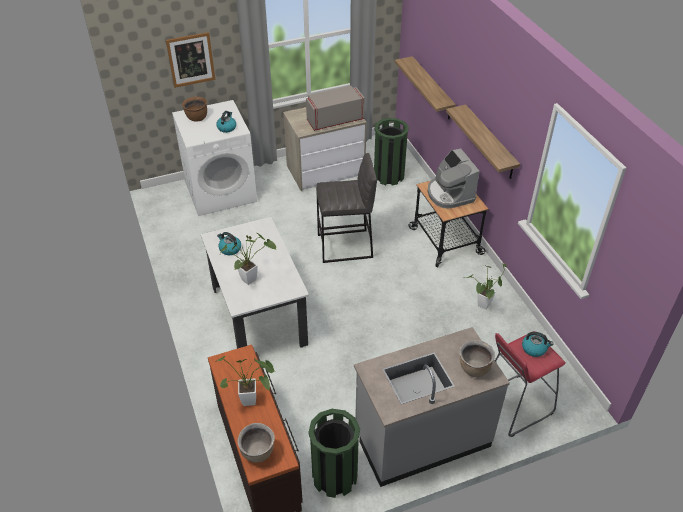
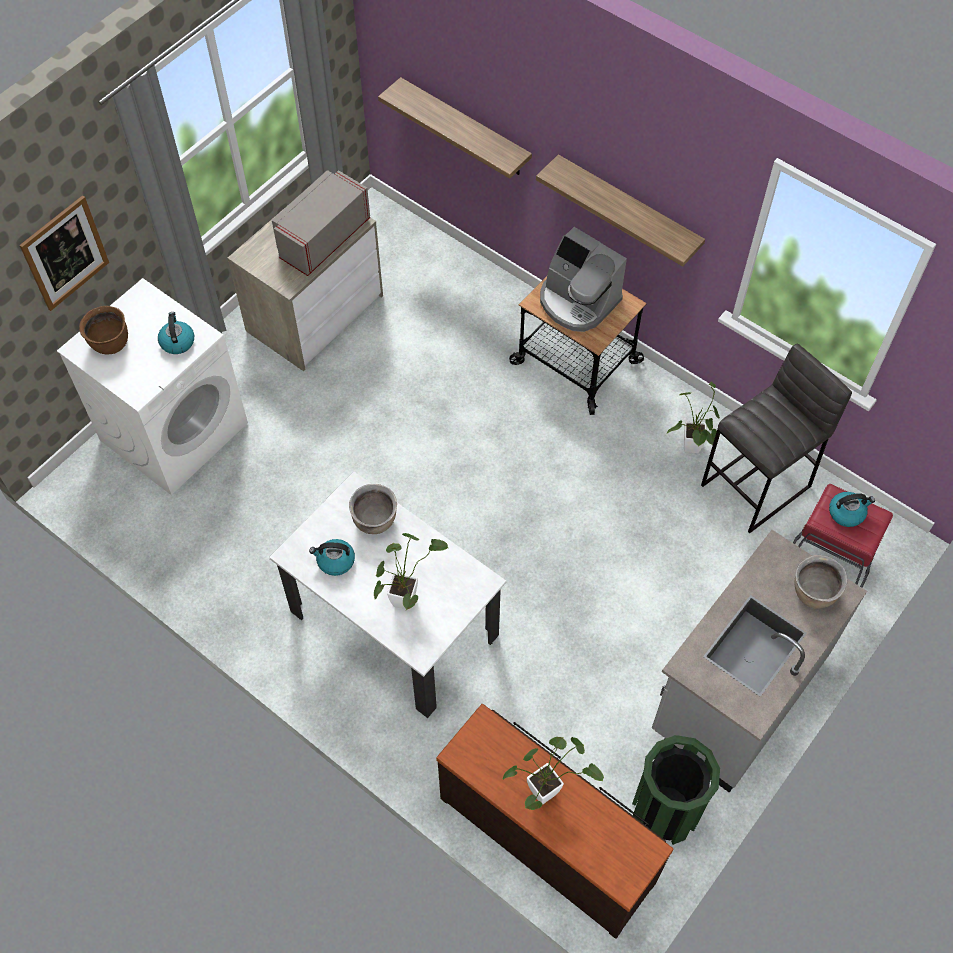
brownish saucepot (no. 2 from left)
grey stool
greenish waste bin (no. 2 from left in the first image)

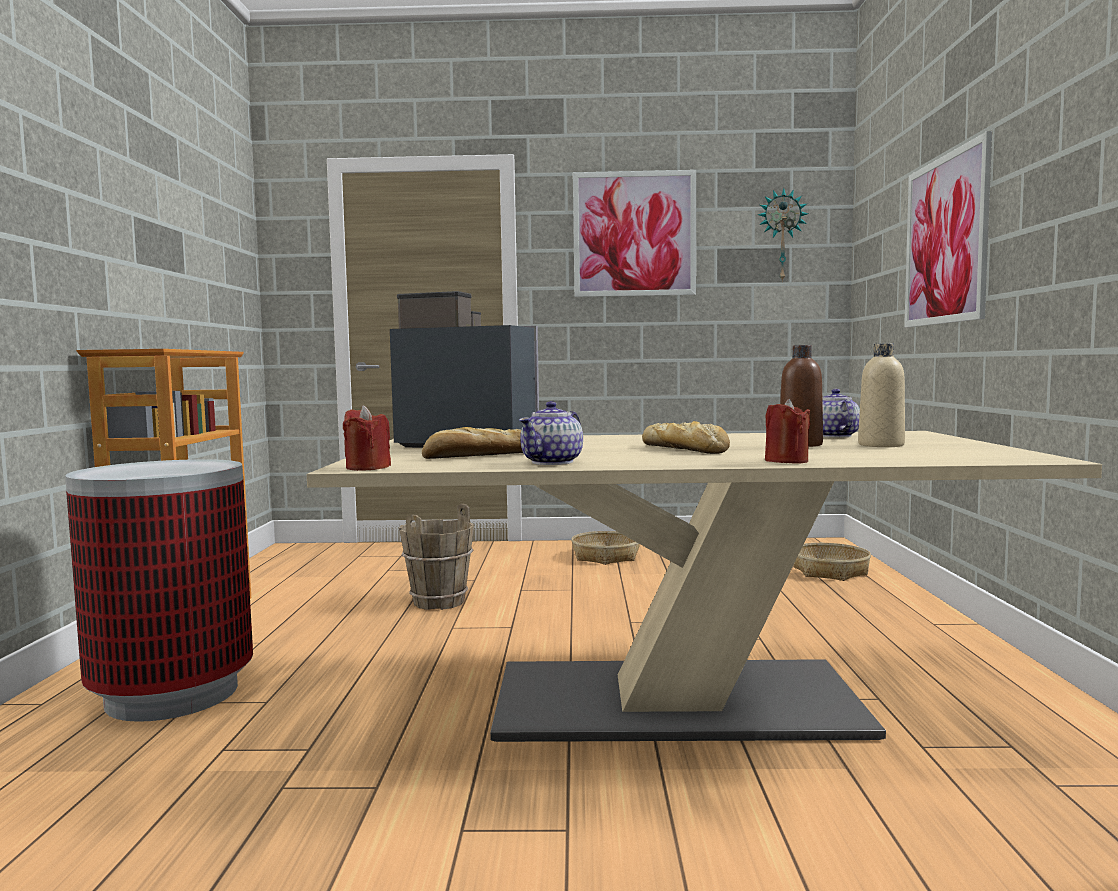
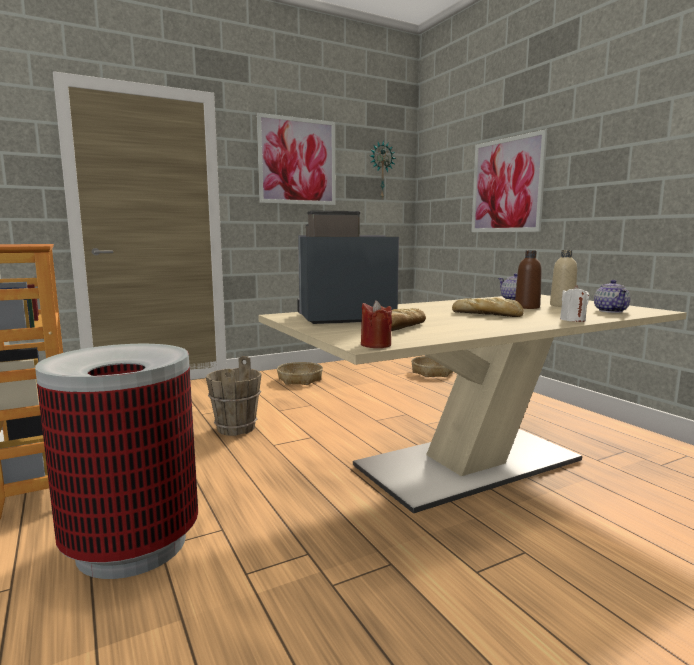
tea pot (no. 2 from left)
white-coloured wax light

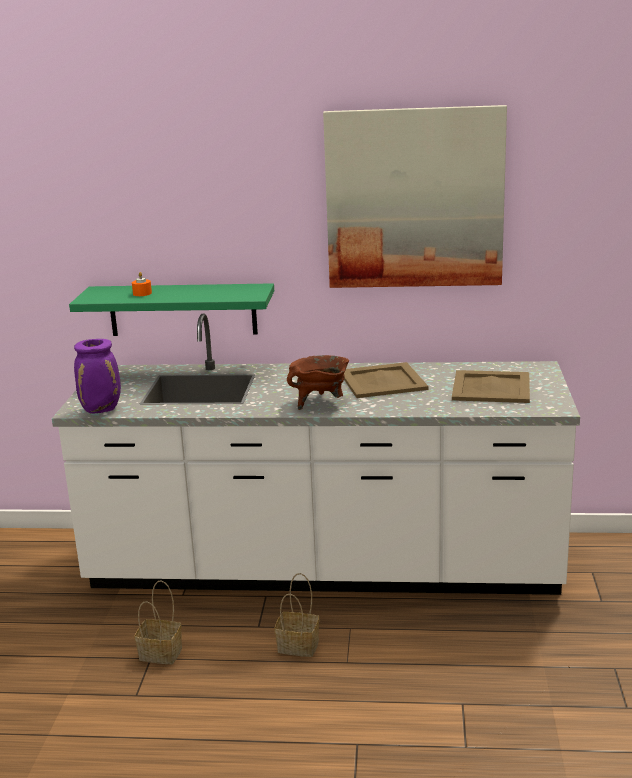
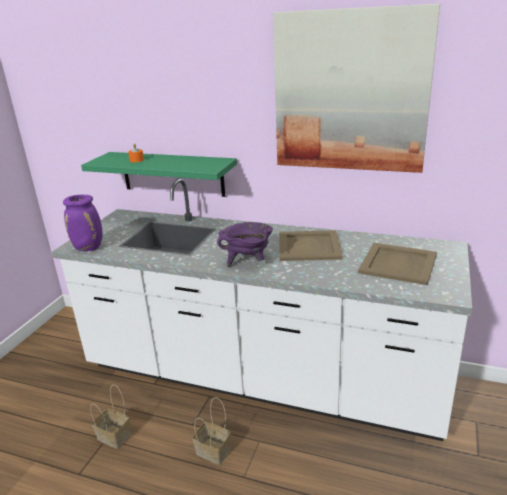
purple saucepot

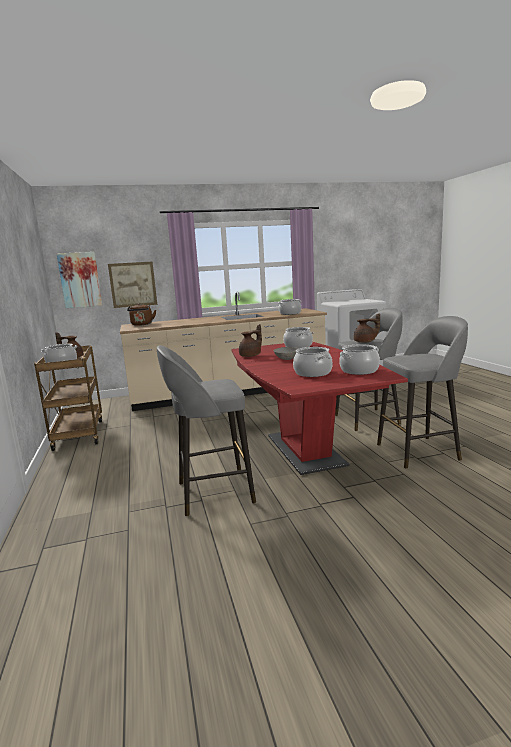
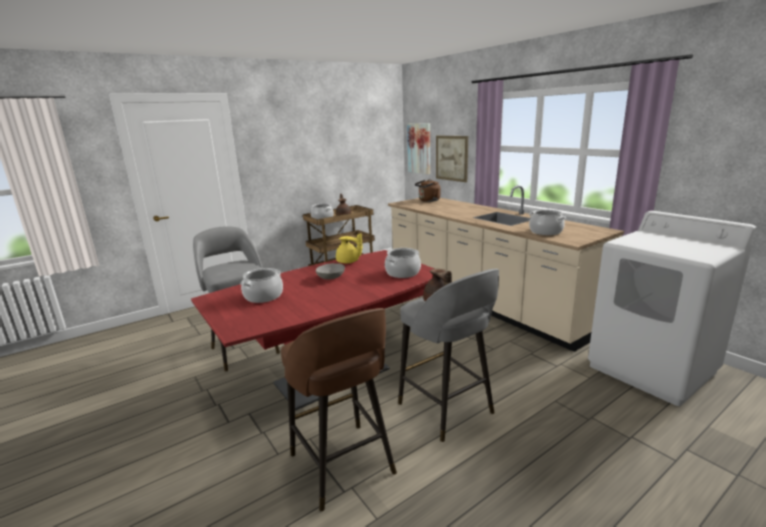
yellowish tea pot
saucepot (no. 5 from left in the first image)
brownish stool

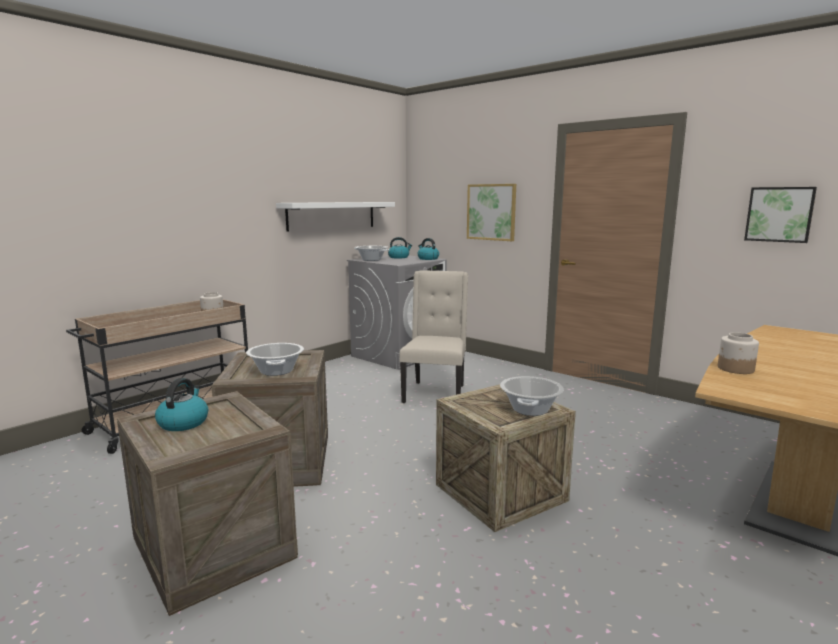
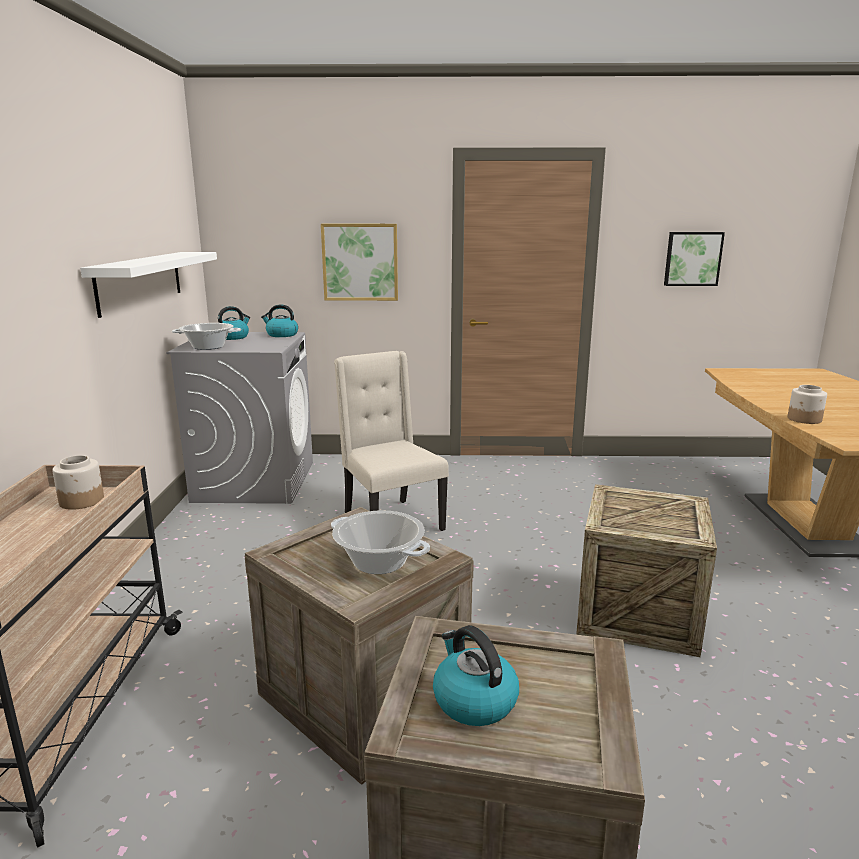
saucepot (no. 3 from left in the first image)

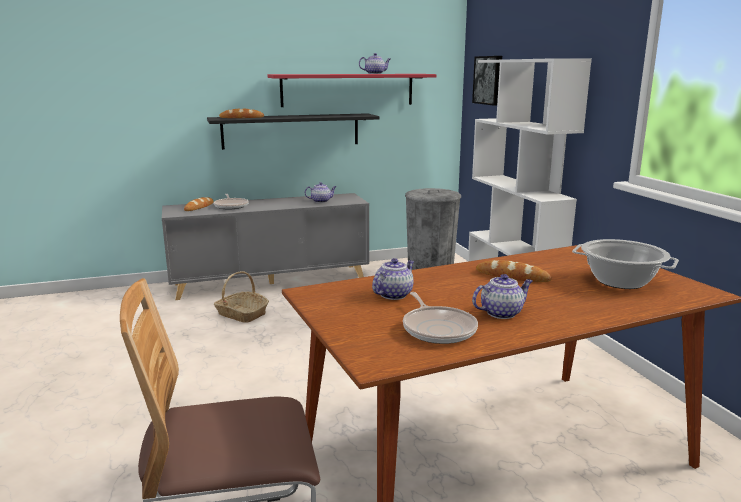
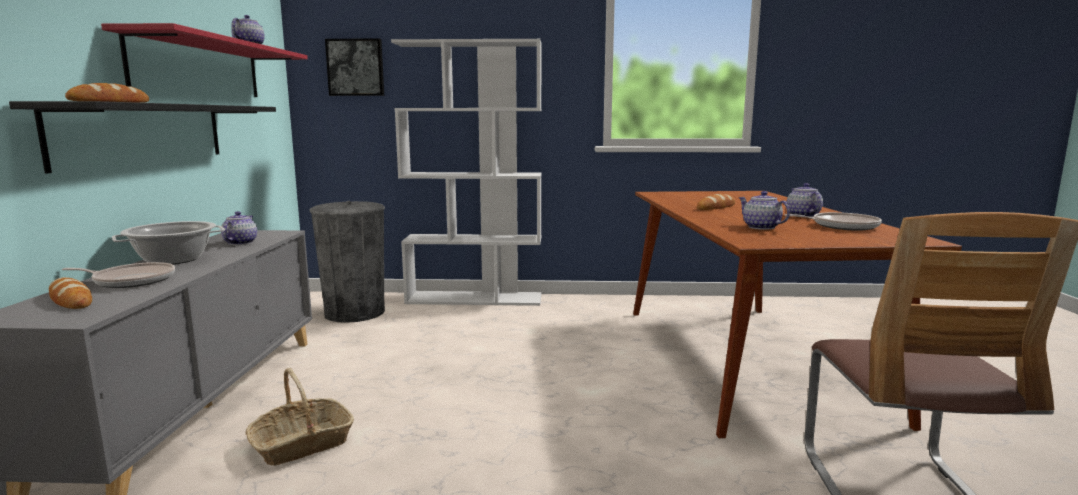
saucepot

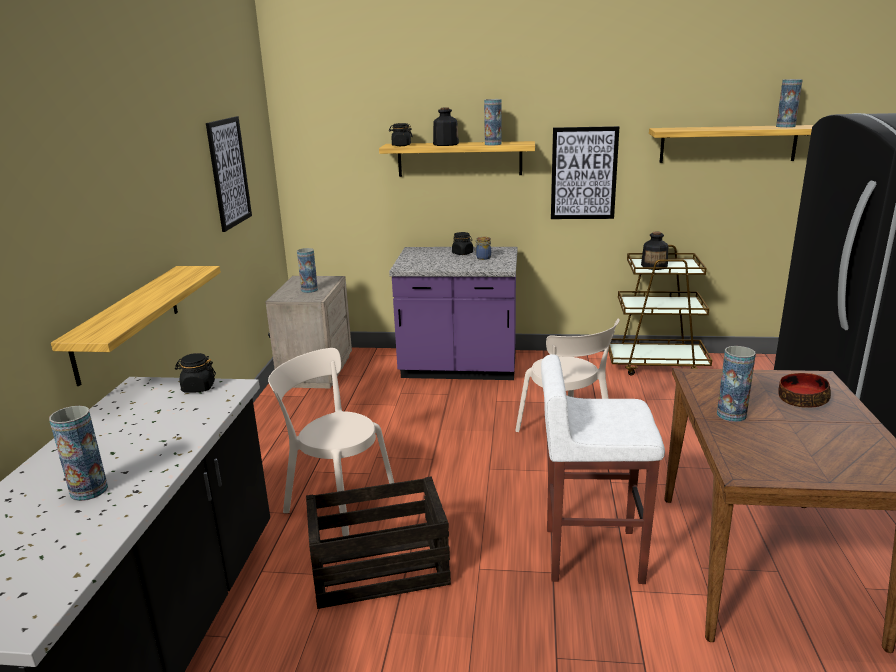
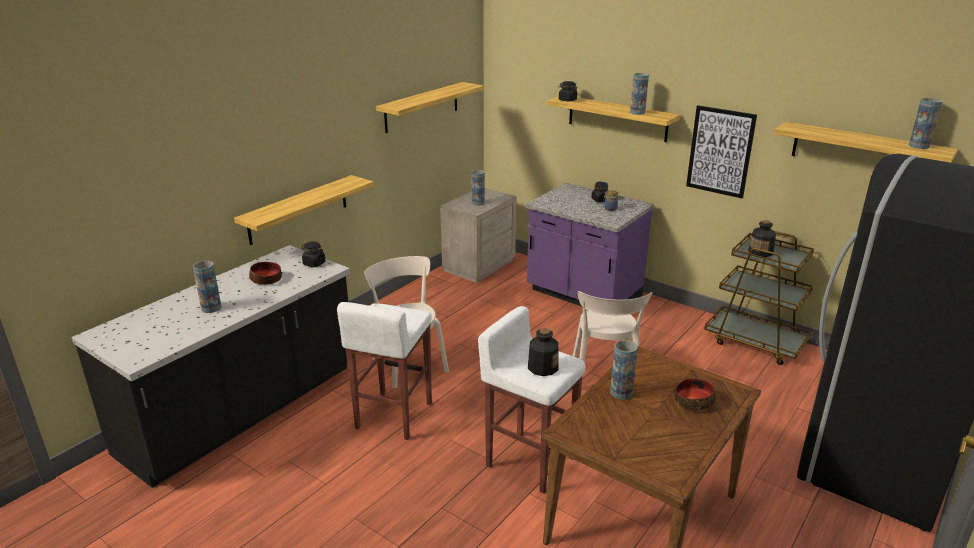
wall shelf (no. 2 from left)
white-coloured stool (no. 1 from left)
beverage bottle (no. 1 from left)
serving bowl (no. 1 from left)

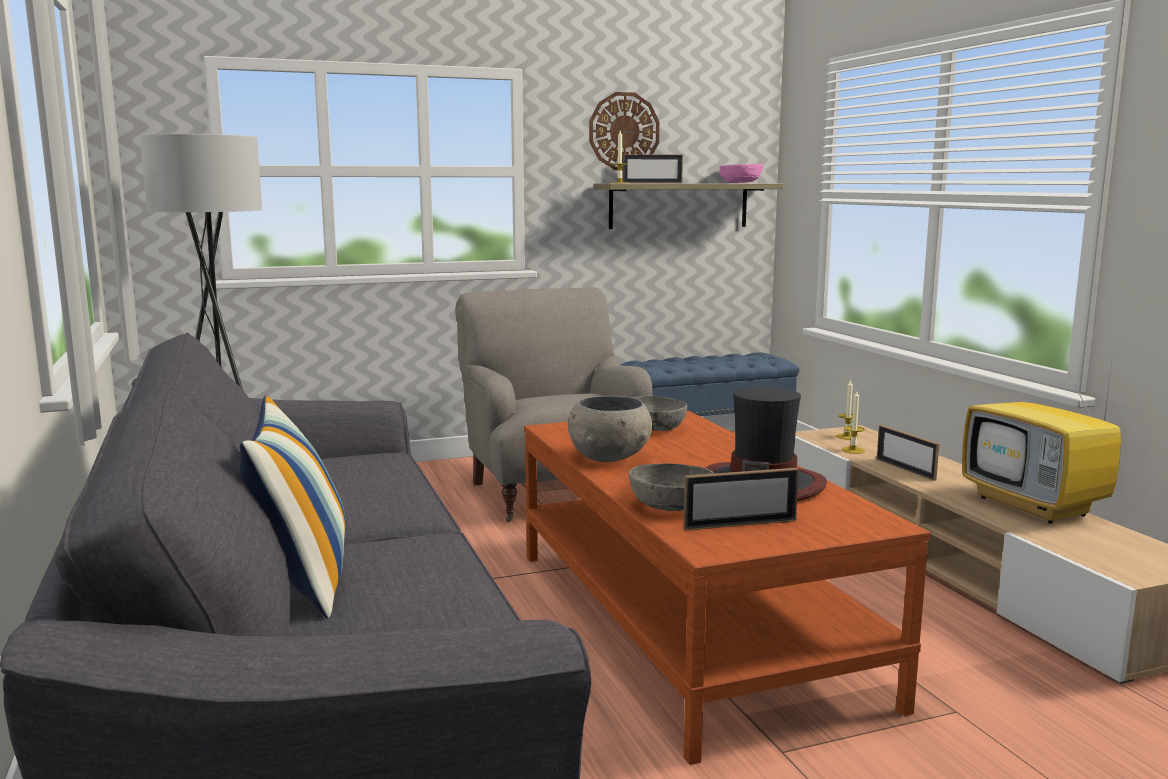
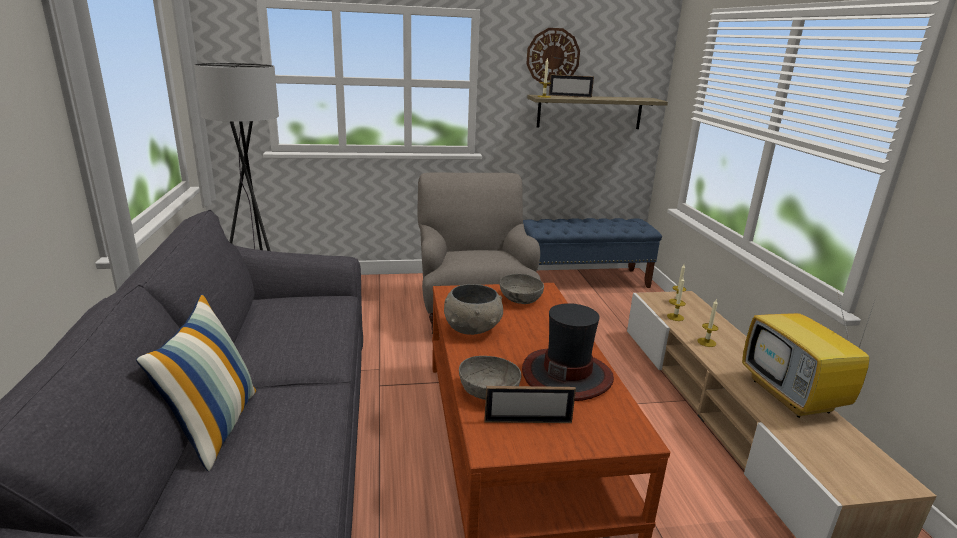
pinkish serving bowl
wax light (no. 4 from left)

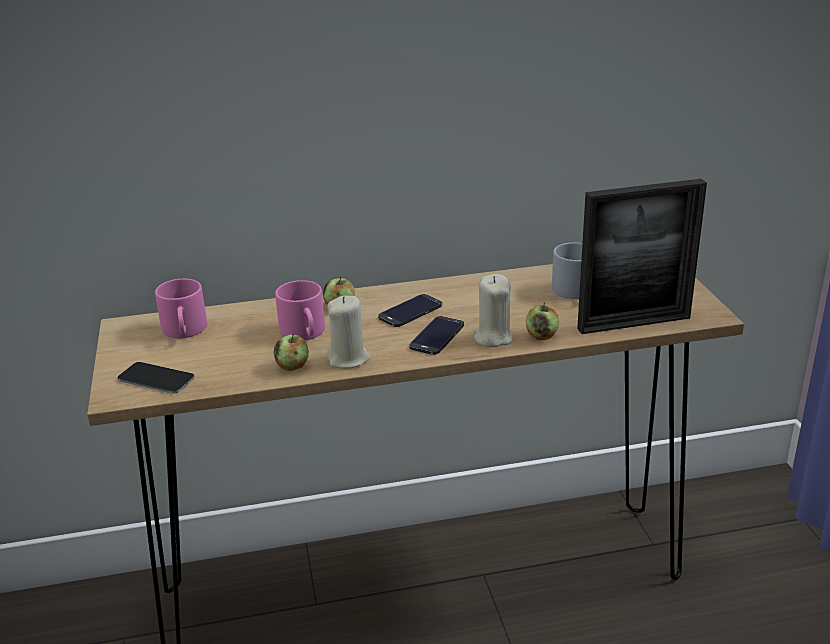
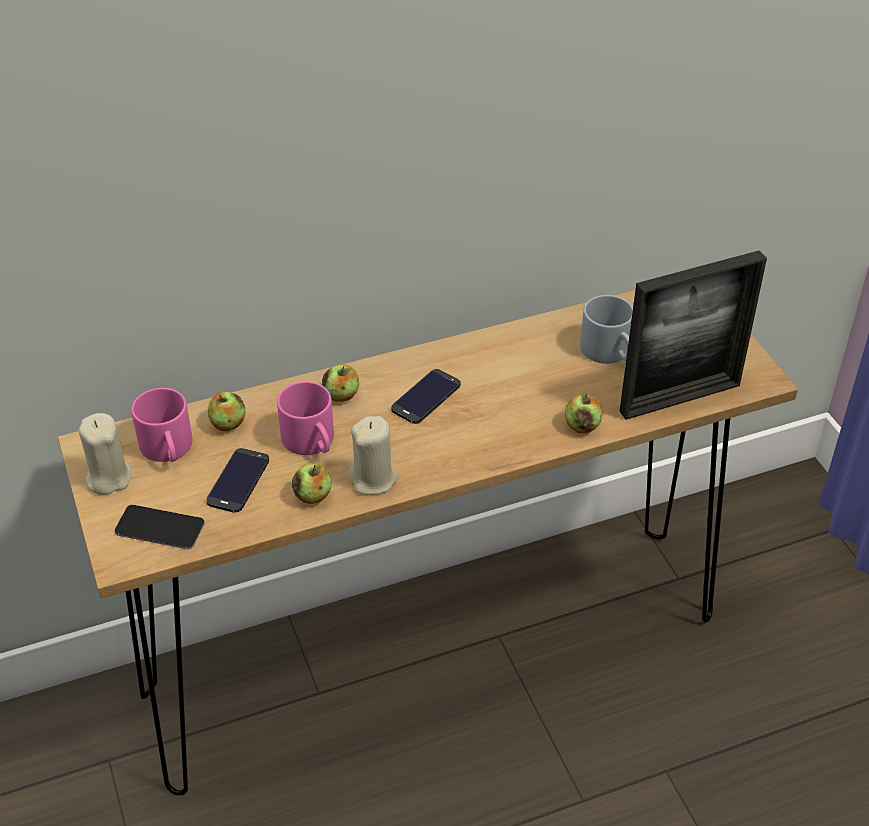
telephone (no. 2 from left)
beige wax light (no. 1 from left)
apple fruit (no. 1 from left)

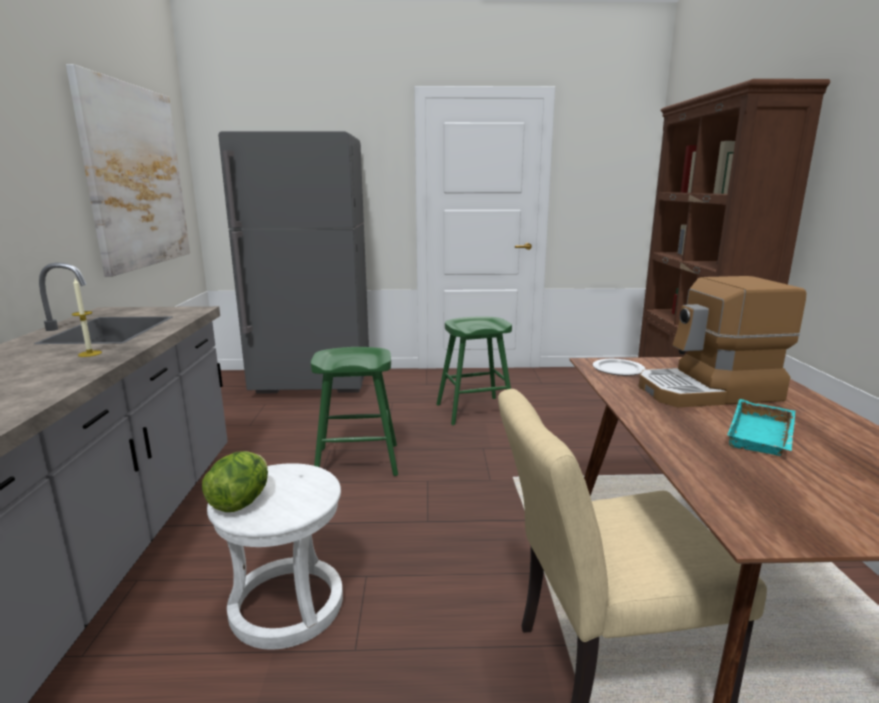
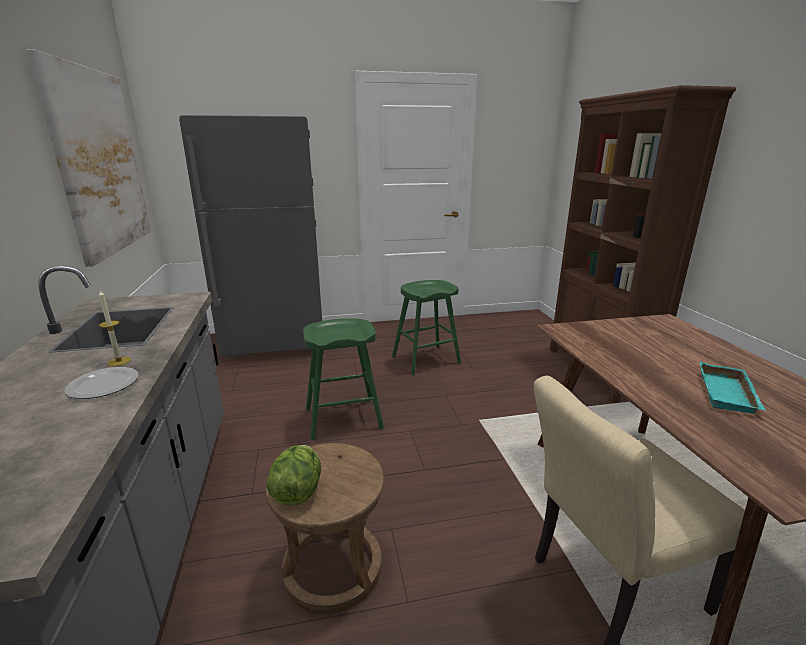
brownish stool
plate
coffee machine

